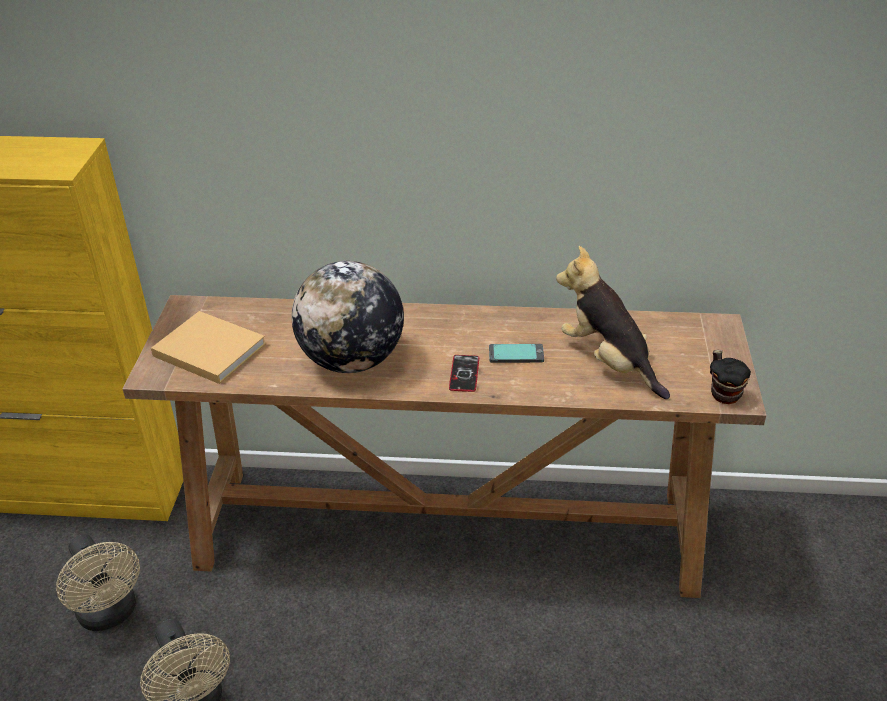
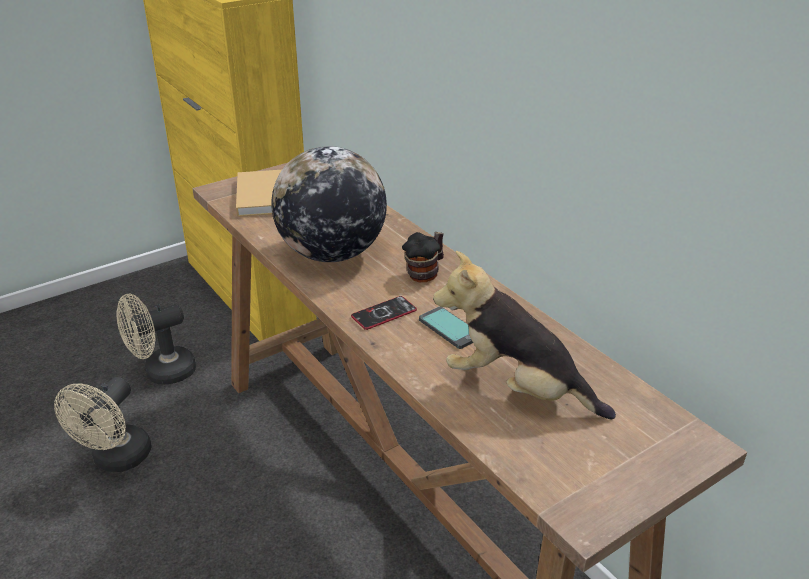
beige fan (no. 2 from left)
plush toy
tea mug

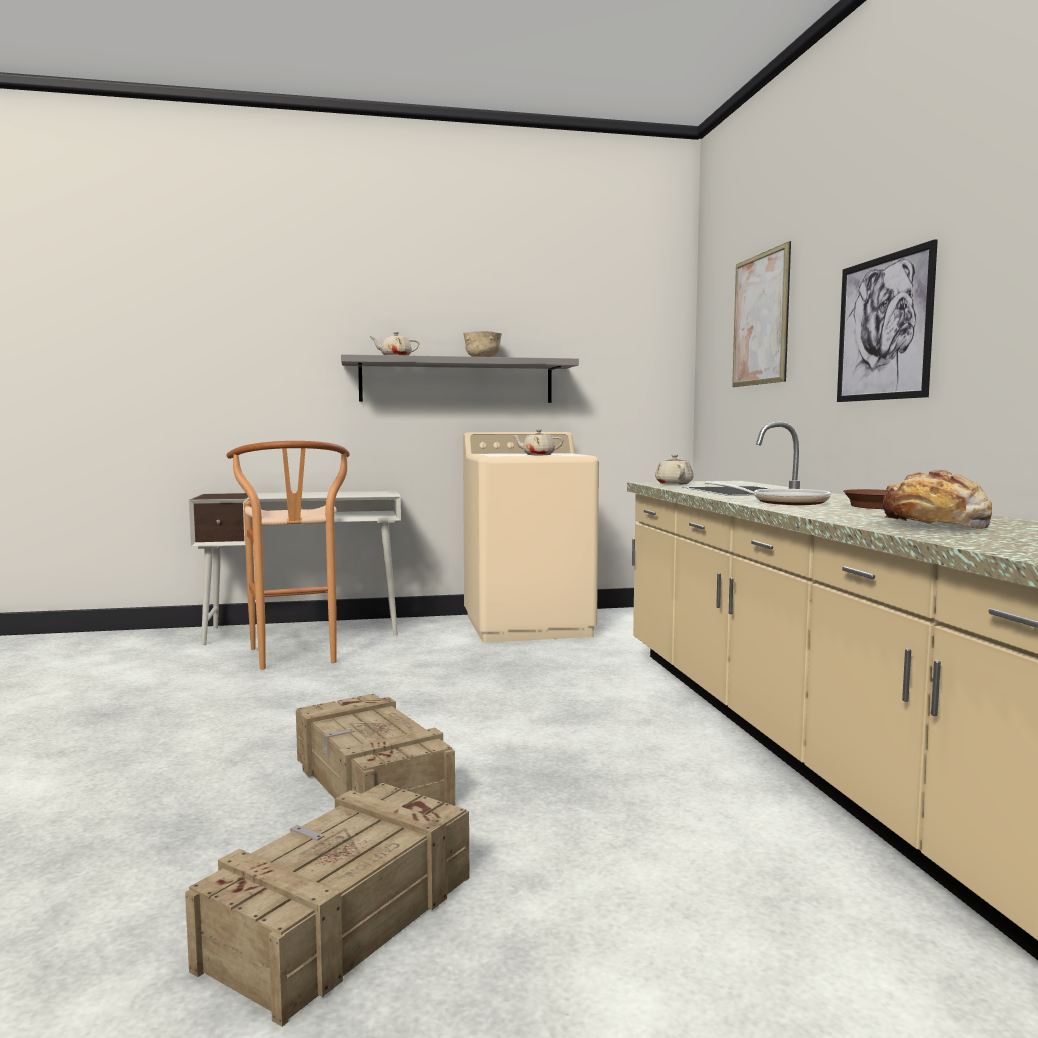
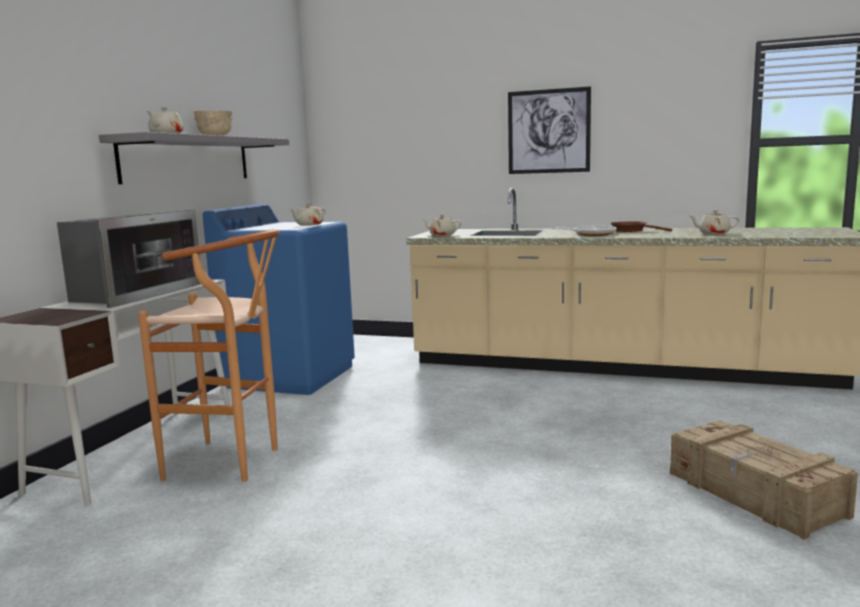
packing crate (no. 2 from left in the first image)
bluish washing machine
picture (no. 1 from left in the first image)
beige tea pot (no. 4 from left)
kitchen microwave

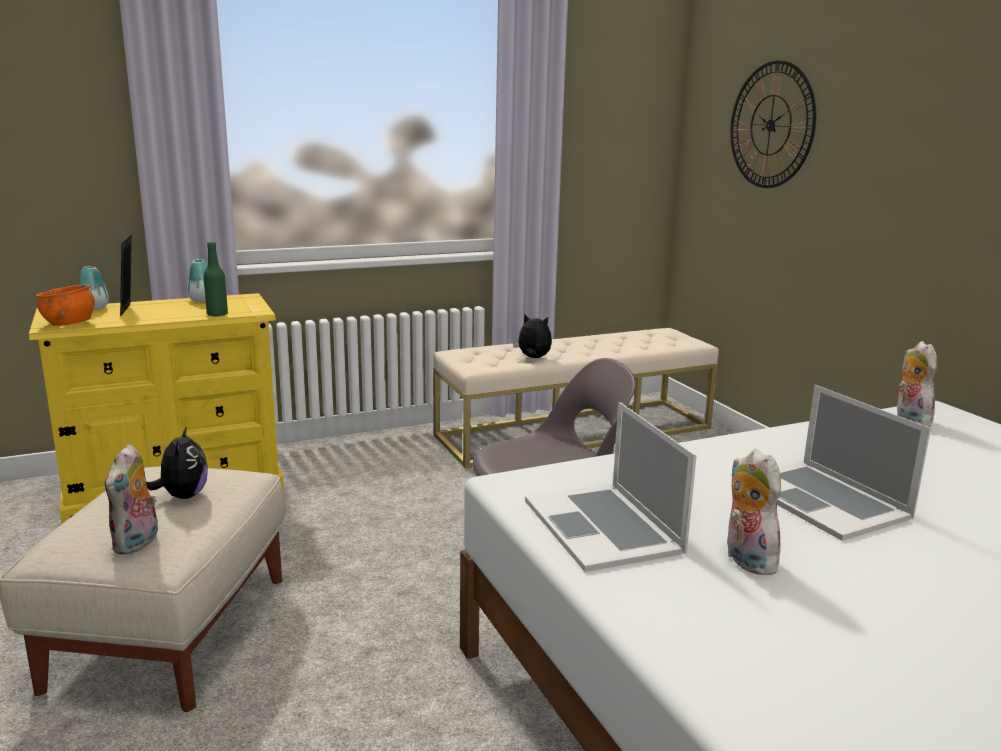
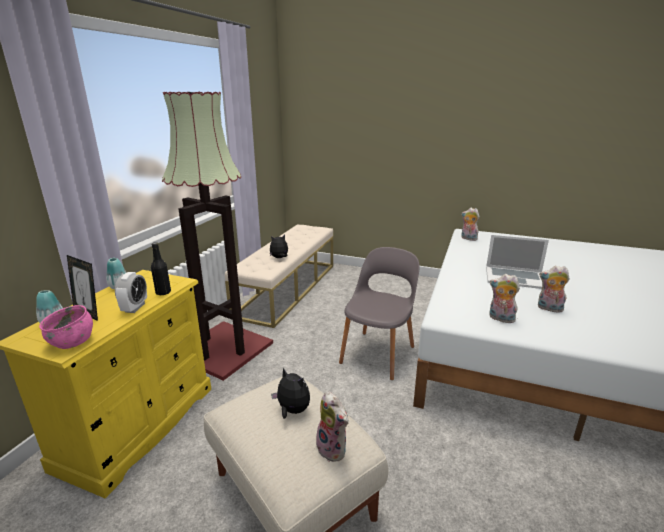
pinkish serving bowl
black beverage bottle
plush toy (no. 5 from left)
clock on the wall
table clock
standing lamp

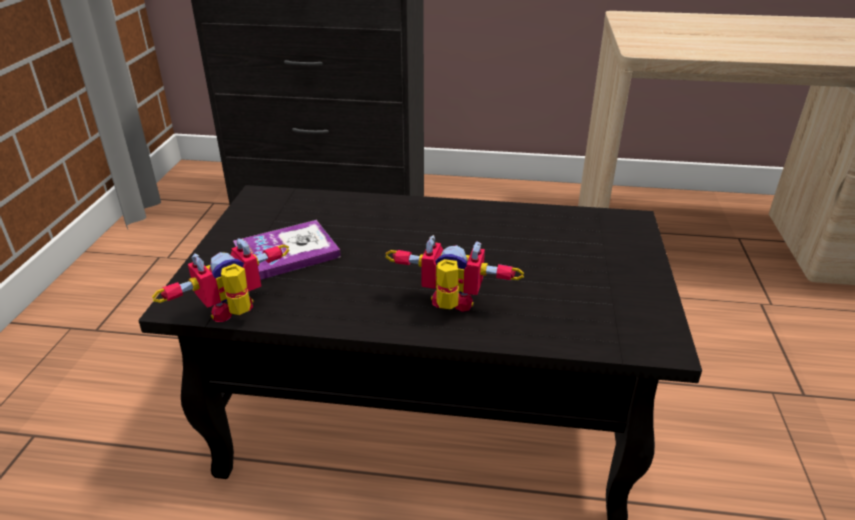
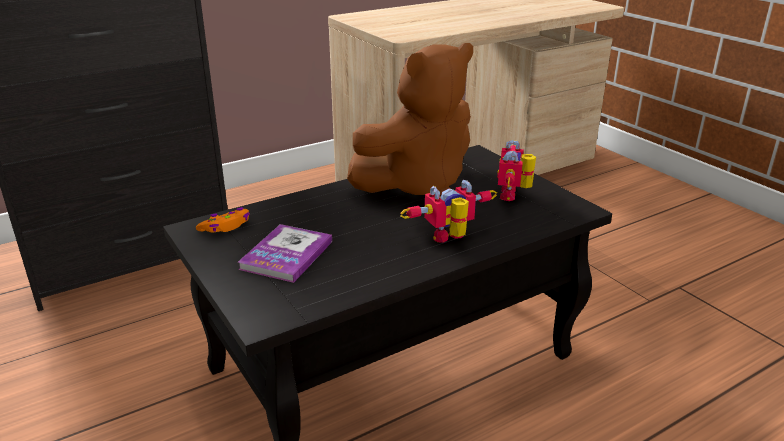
model robot (no. 2 from left)
orangey gamepad
brownish plush toy

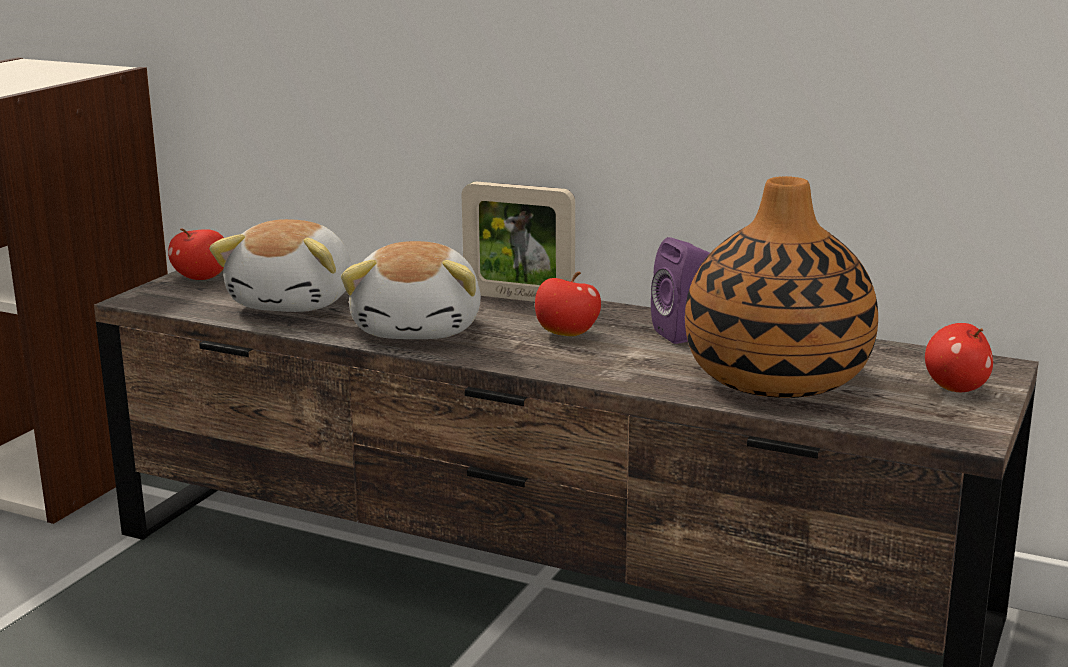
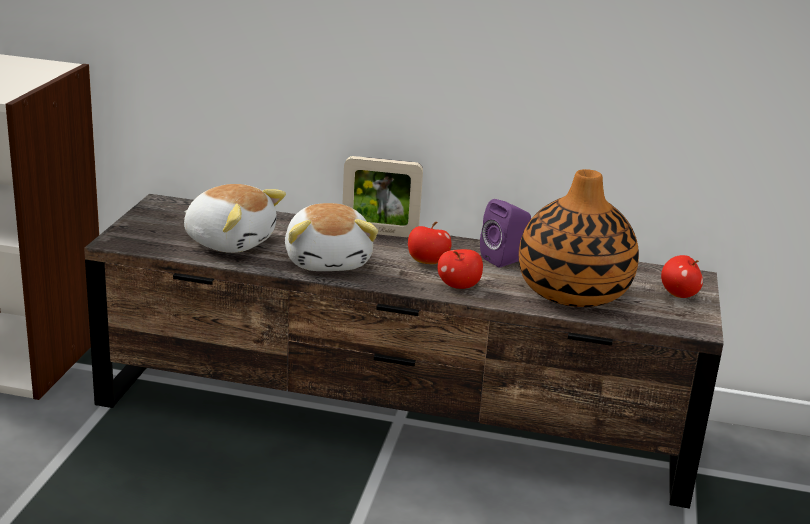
apple fruit (no. 2 from left)
plush toy (no. 1 from left)

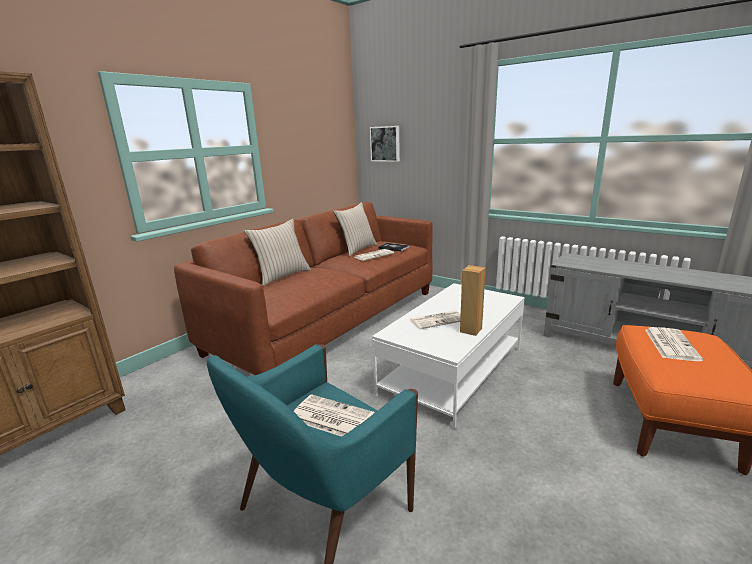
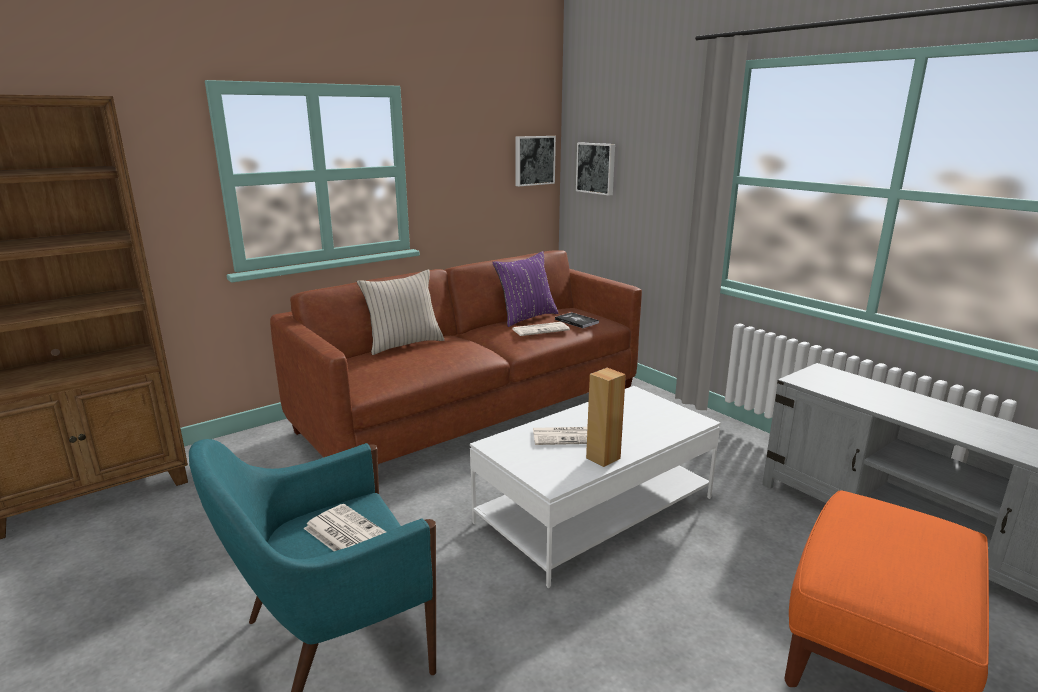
purple cushion
daily paper (no. 4 from left in the first image)
picture (no. 1 from left)

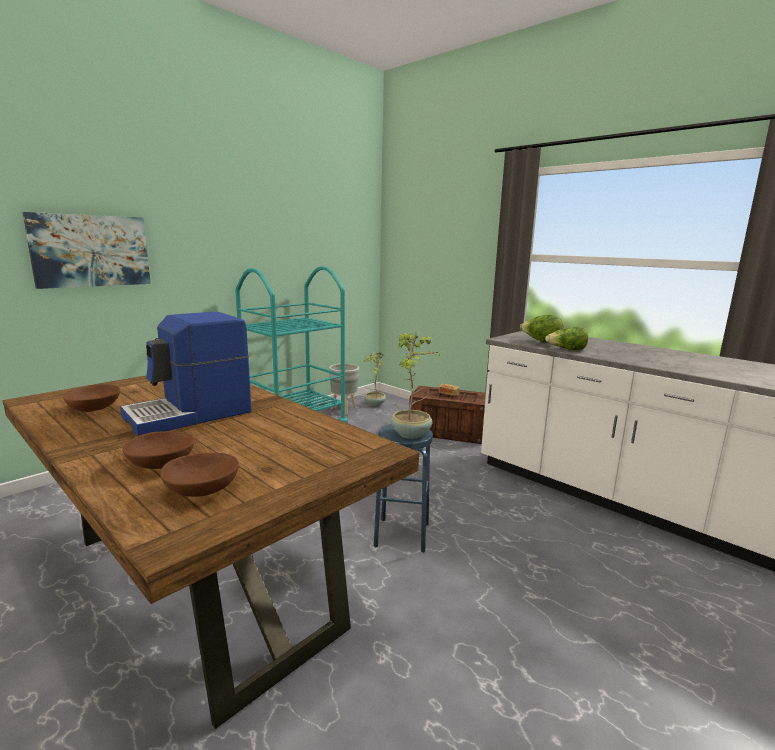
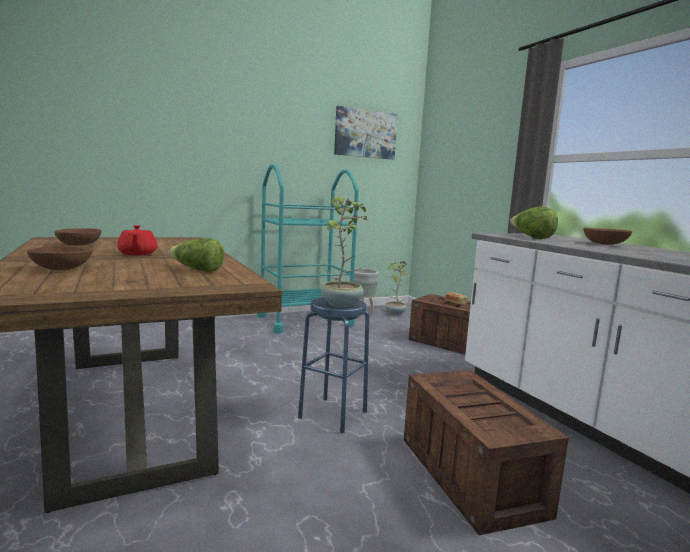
picture
red tea pot
brownish serving bowl (no. 3 from left)
lettuce (no. 1 from left)
packing crate (no. 2 from left)

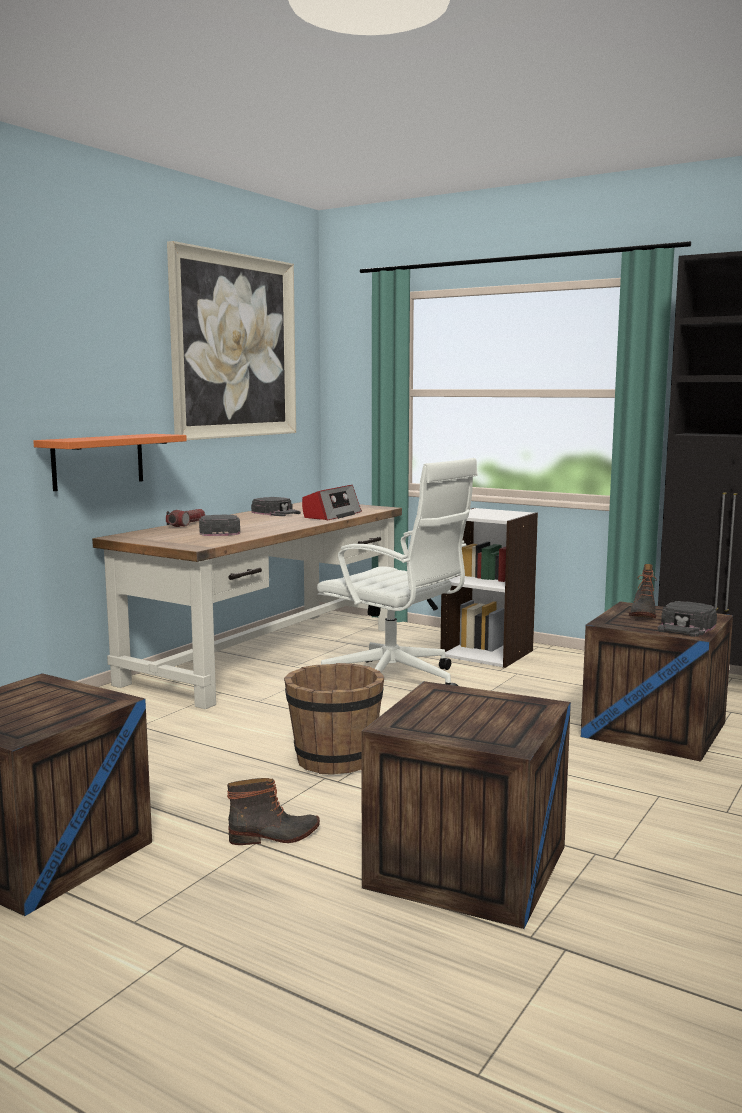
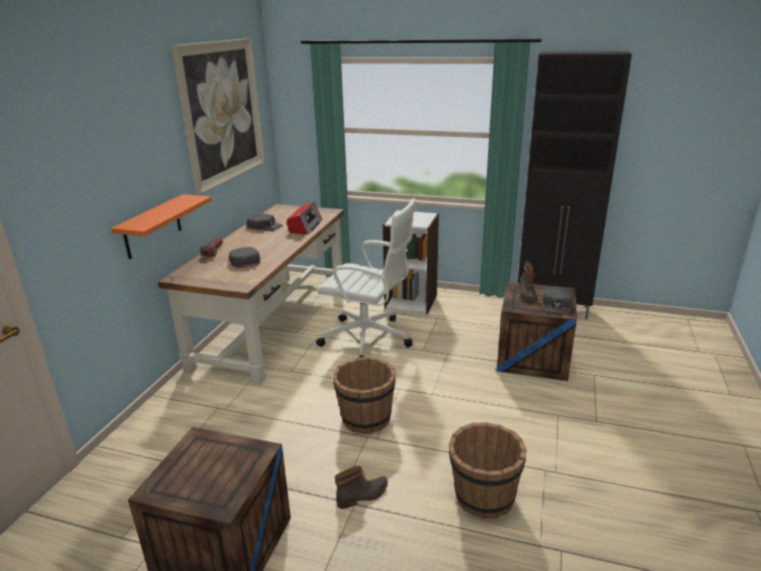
brownish bucket (no. 2 from left)

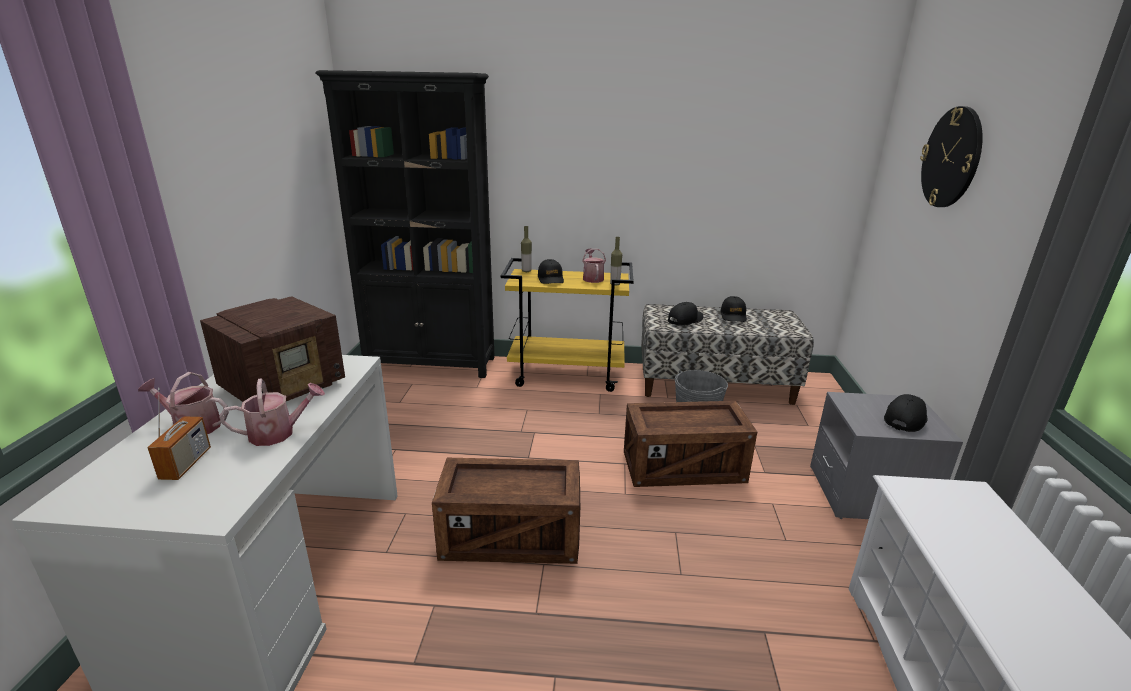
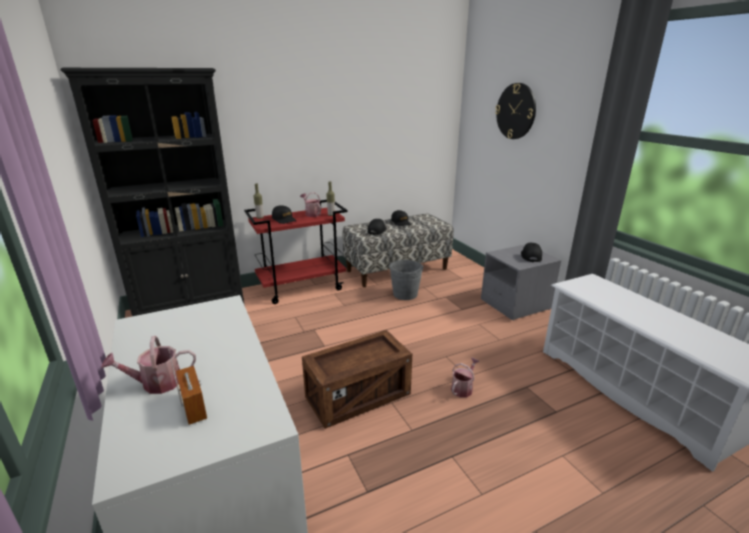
radio receiver (no. 2 from left in the first image)
watering pot (no. 3 from left)
red trolley
packing crate (no. 2 from left in the first image)

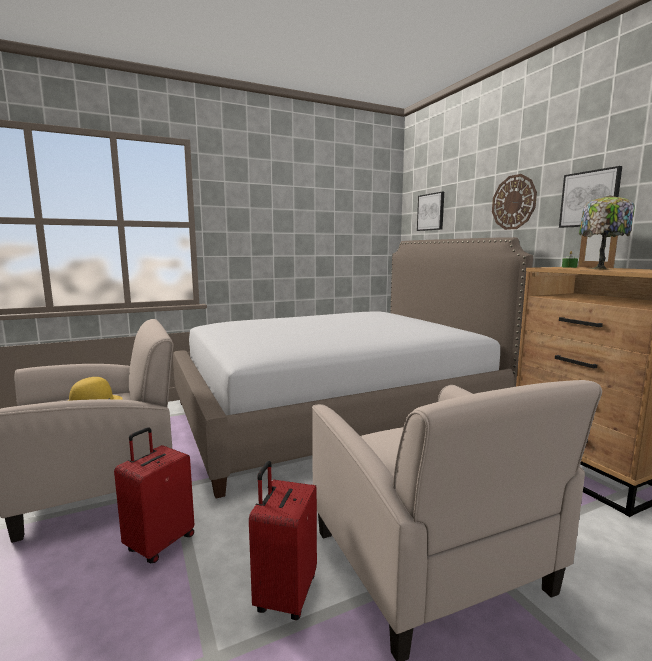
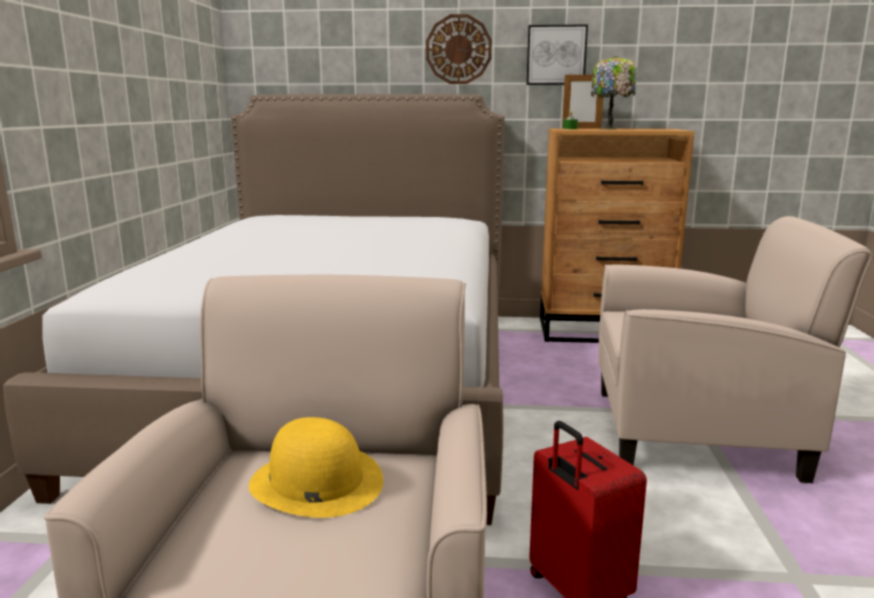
red travel case (no. 2 from left in the first image)
picture (no. 1 from left in the first image)

